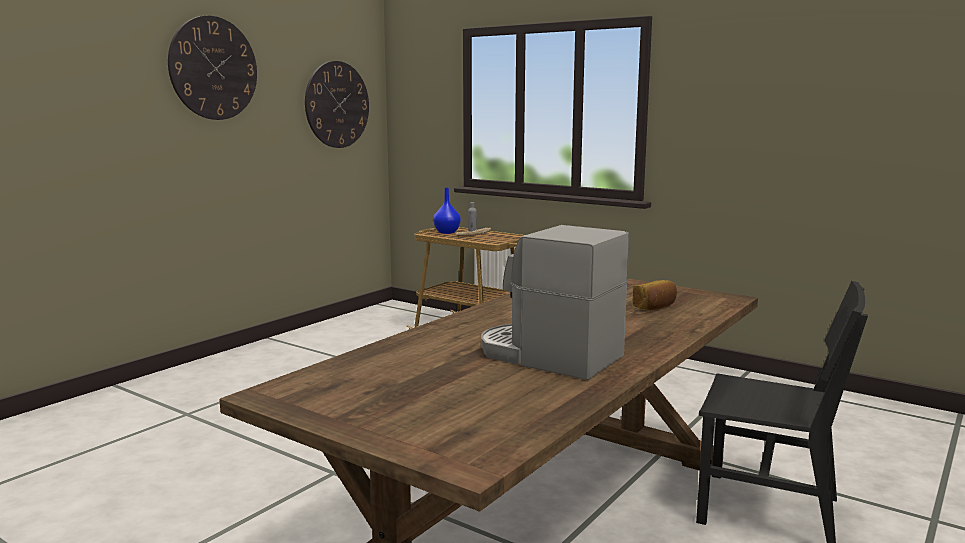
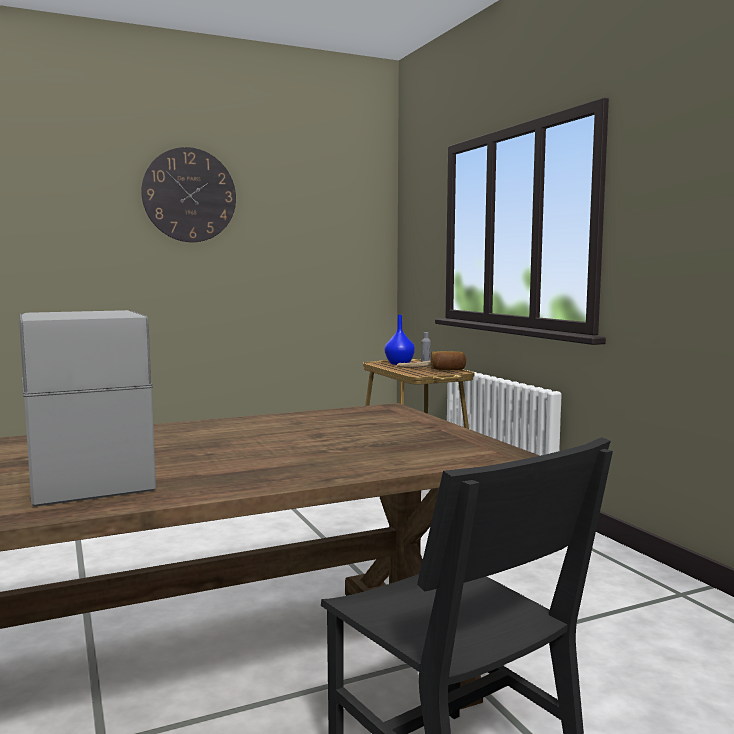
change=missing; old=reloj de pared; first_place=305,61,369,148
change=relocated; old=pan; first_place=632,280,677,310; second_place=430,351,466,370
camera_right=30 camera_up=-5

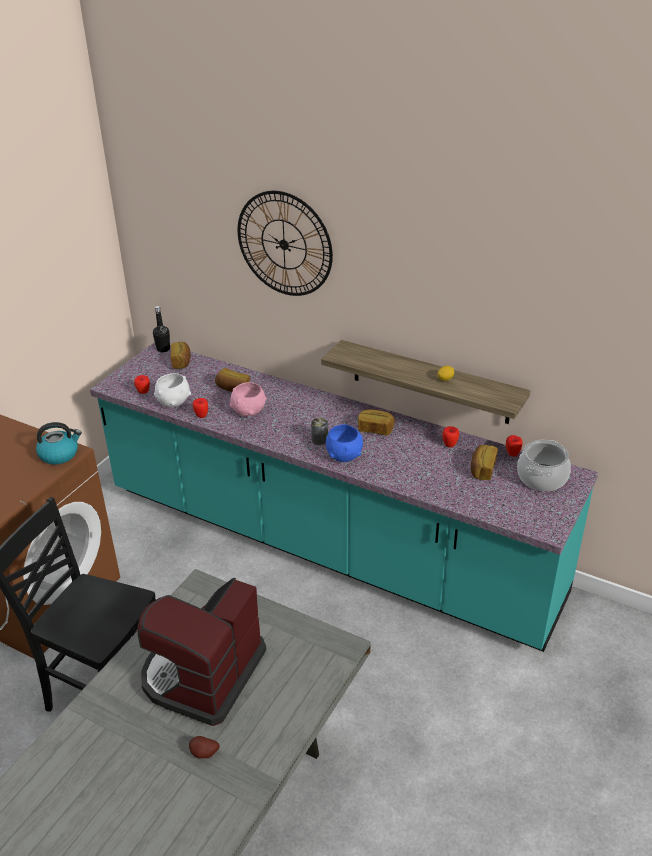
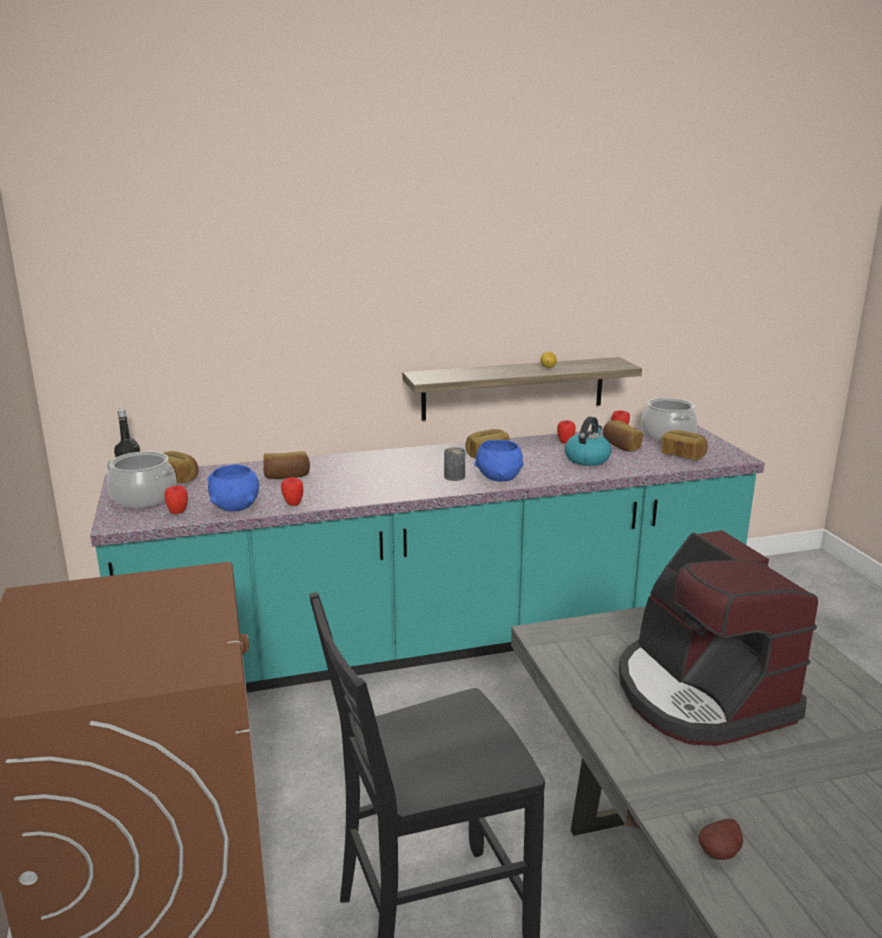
change=missing; old=reloj de pared; first_place=238,191,333,296
change=colour; old=cuenco [blanco]; new=cuenco [azul]; first_place=154,373,191,407; second_place=208,464,259,512
change=missing; old=cuenco [rosa]; first_place=230,382,267,416
change=relocated; old=hervidor; first_place=36,422,82,465; second_place=565,417,611,466
change=relocated; old=patata; first_place=189,736,220,758; second_place=699,819,743,860
change=appeared; new=pan; second_place=662,430,708,460
change=appeared; new=olla; second_place=107,451,176,508
camera_right=-45 camera_up=-15

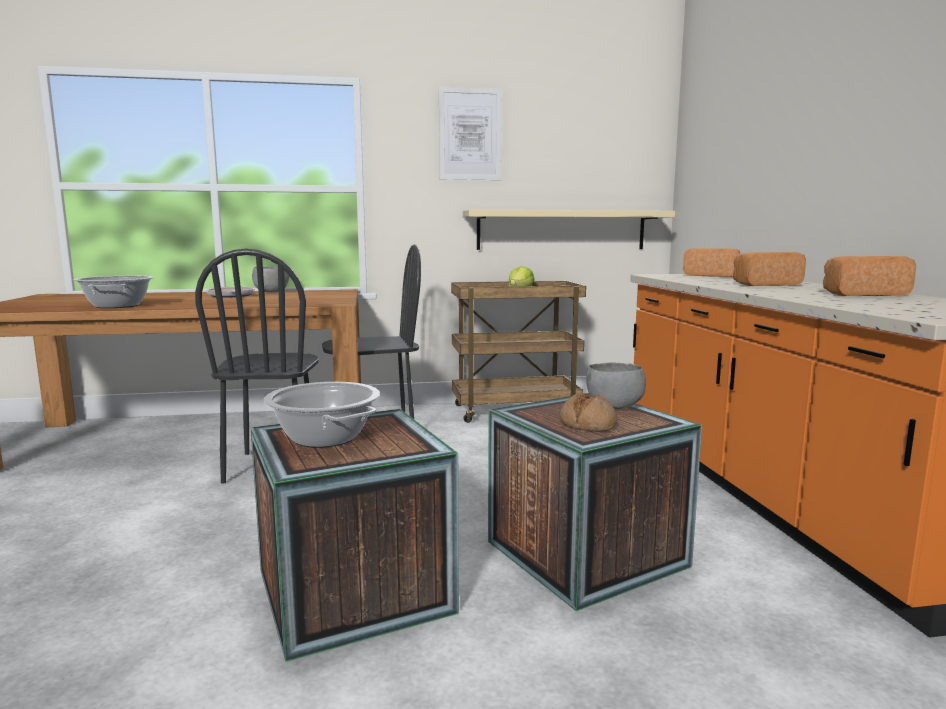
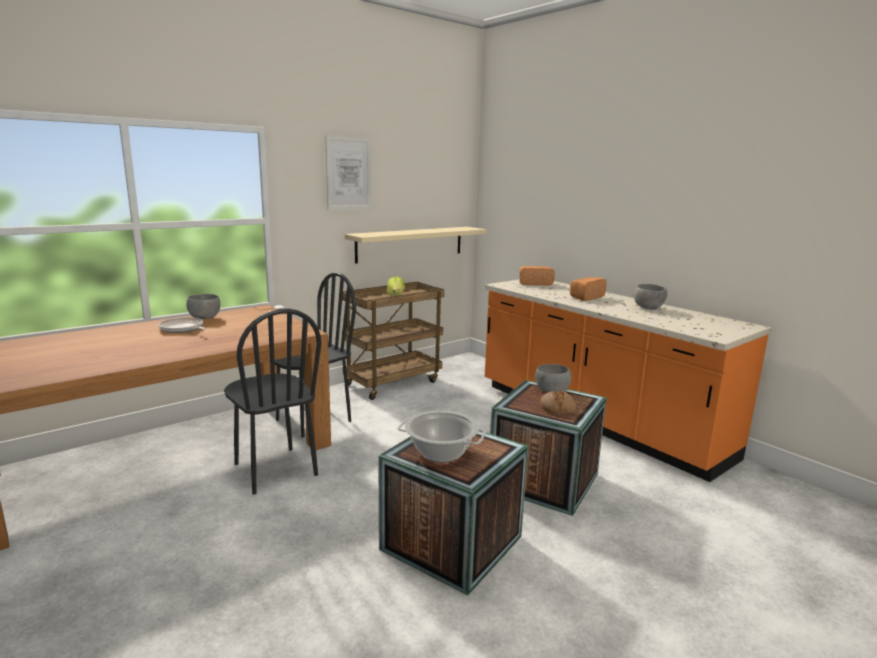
change=exchanged; old=pan; new=cuenco [gris]; first_place=823,256,916,296; second_place=634,284,667,310
change=missing; old=olla; first_place=73,276,154,308
camera_right=-30 camera_up=5

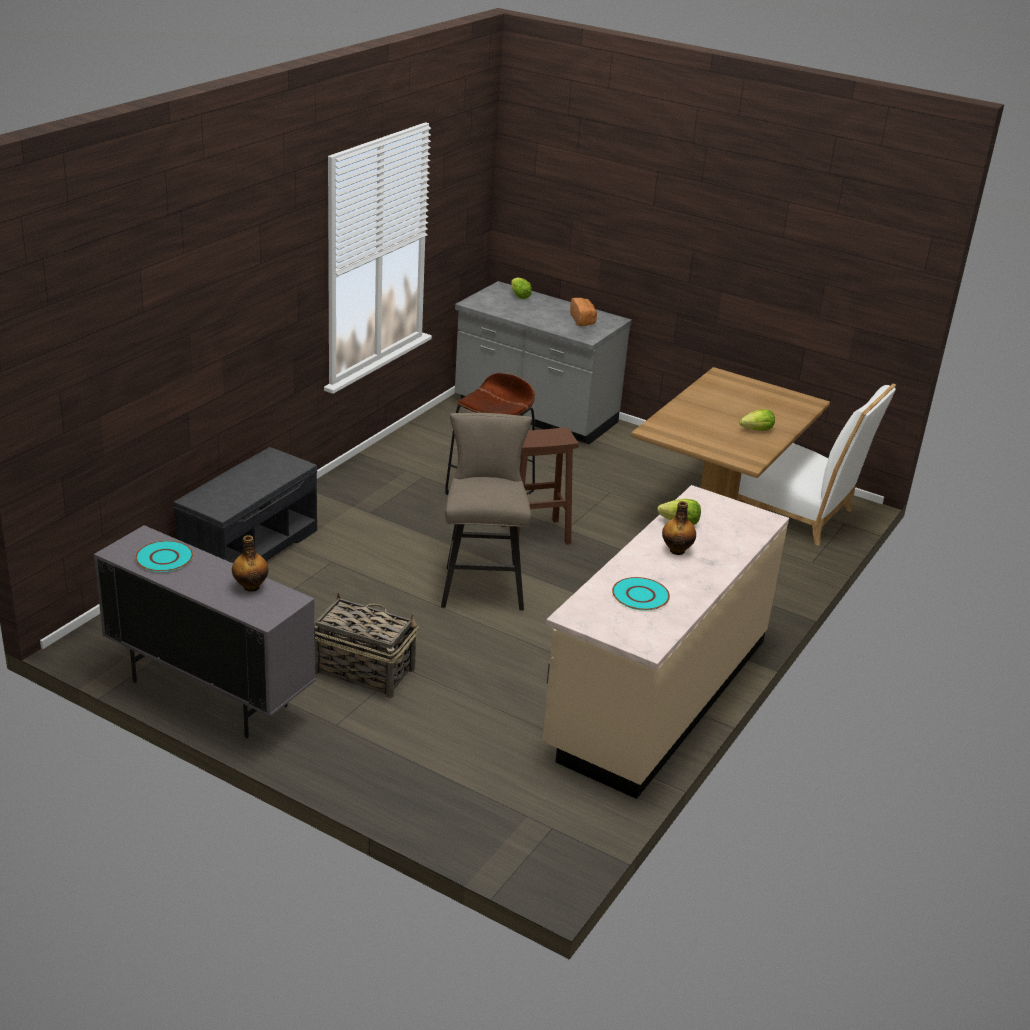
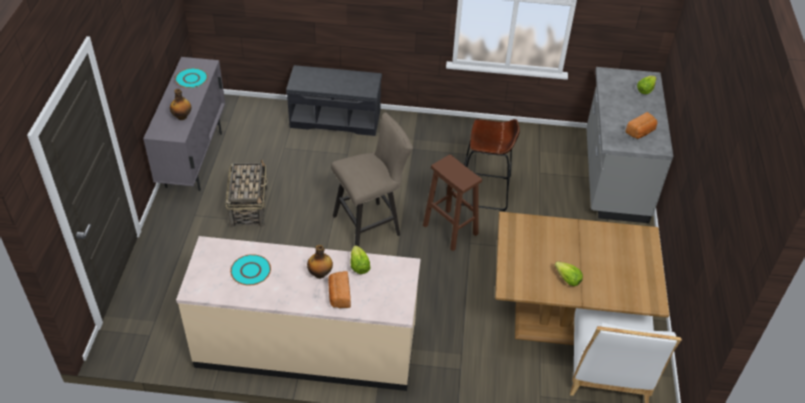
change=appeared; new=pan; second_place=328,271,351,308
camera_right=65 camera_up=15

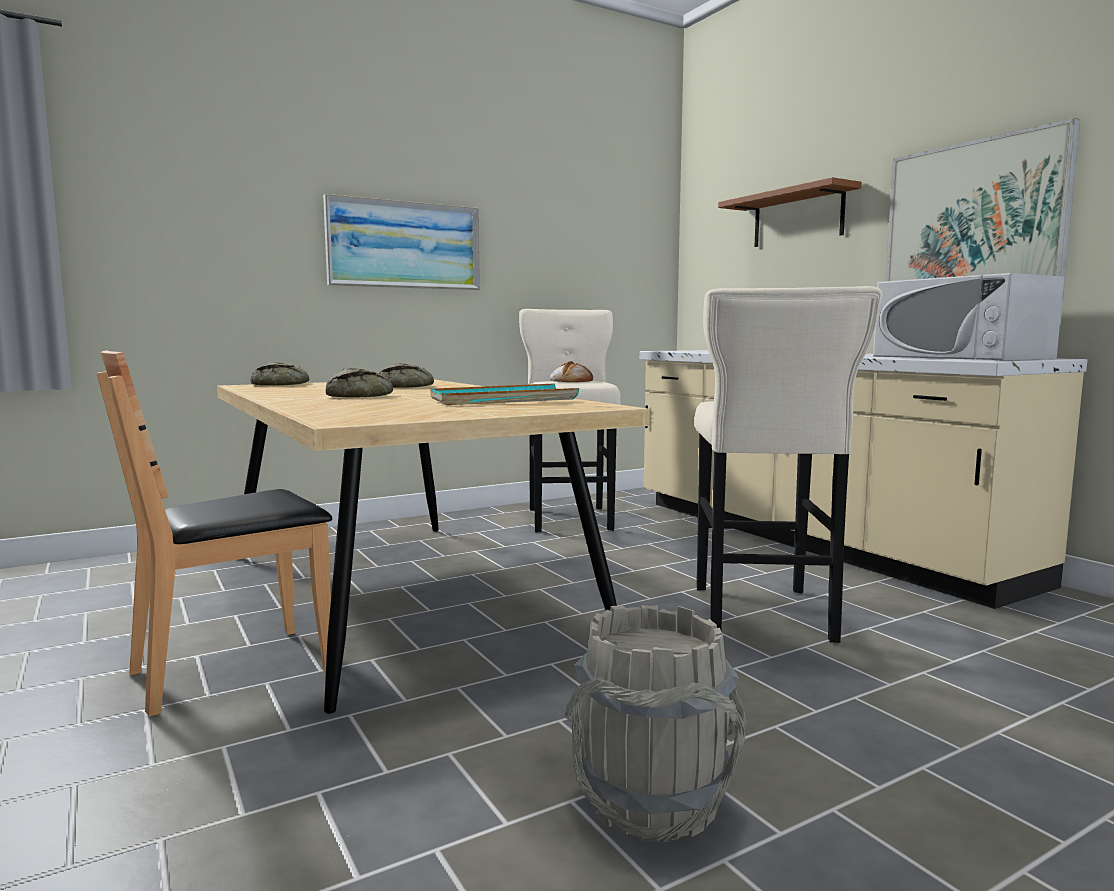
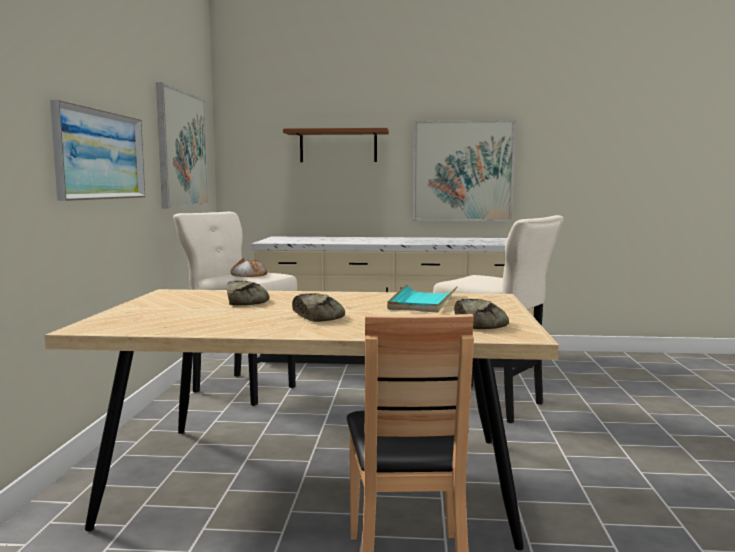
change=missing; old=microondas [blanco]; first_place=873,273,1064,360
change=relocated; old=pan; first_place=250,362,309,386; second_place=454,299,509,329
change=missing; old=cubo [gris]; first_place=565,605,748,843
change=appeared; new=cuadro; second_place=156,82,209,209
camera_right=-55 camera_up=0

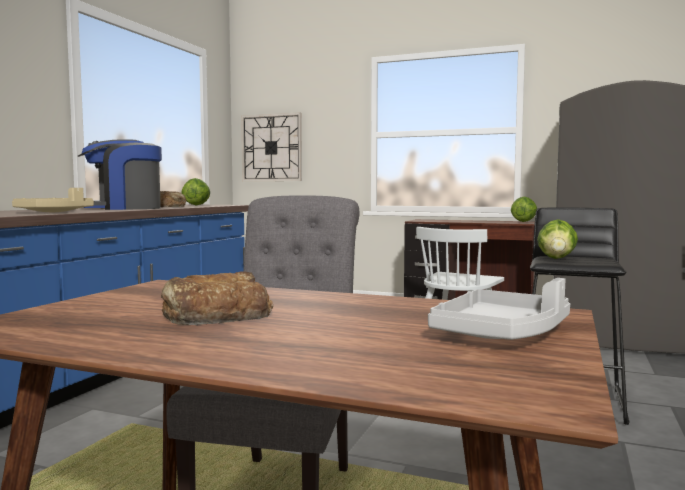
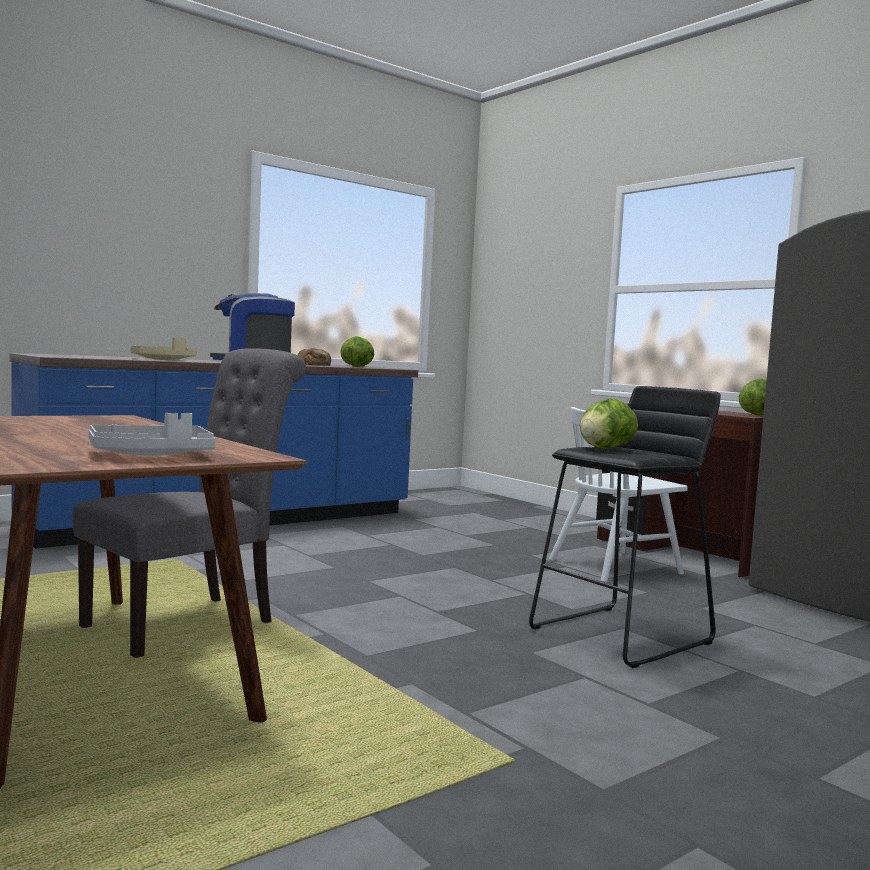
change=missing; old=reloj de pared; first_place=241,113,302,181
change=missing; old=pan; first_place=161,271,273,325
camera_right=30 camera_up=0

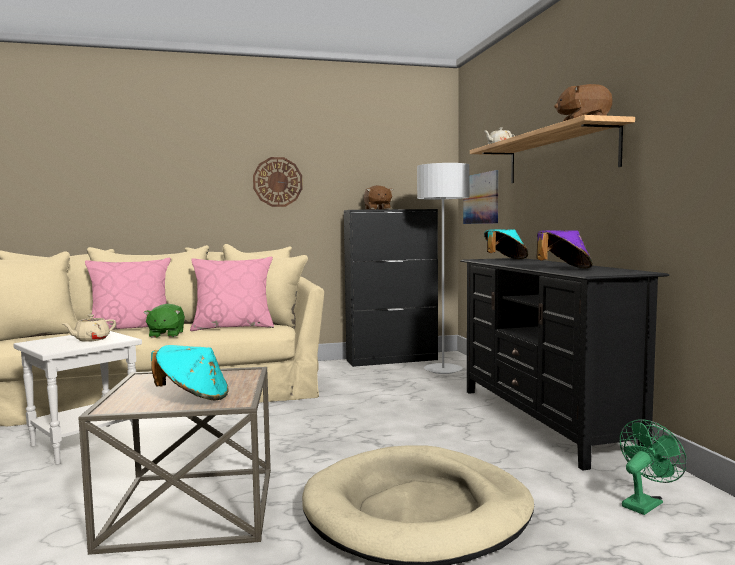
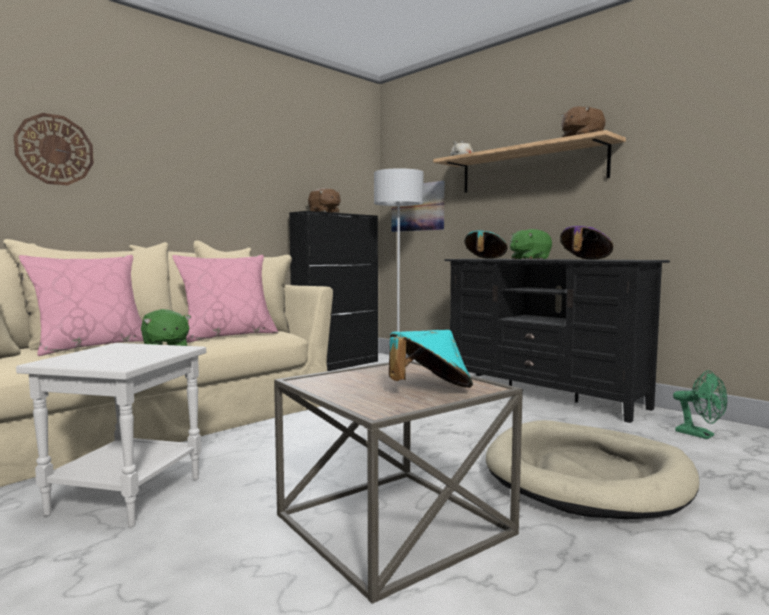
change=relocated; old=reloj de pared; first_place=253,157,303,207; second_place=14,113,94,185
change=missing; old=tetera [beis]; first_place=63,314,116,342
change=spun; old=ventilador [verde]; first_place=619,419,687,515; second_place=673,370,727,439; degrees=120
change=appeared; new=peluche [verde]; second_place=510,229,552,259
camera_right=-30 camera_up=0

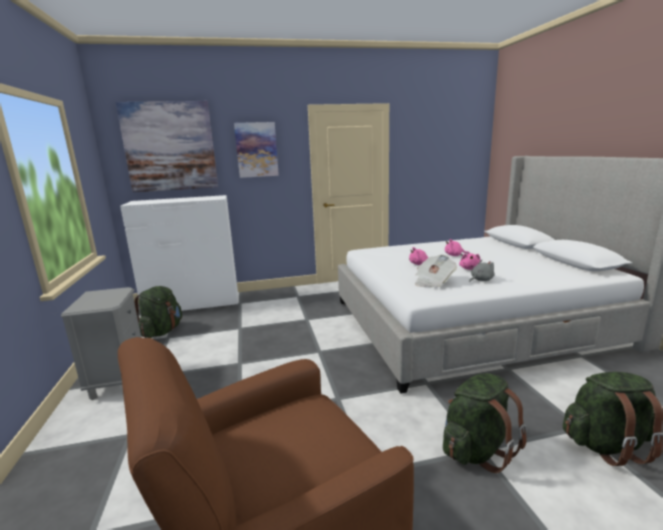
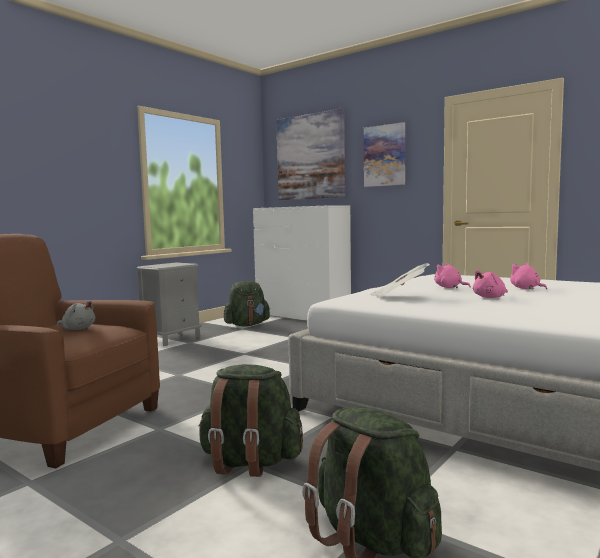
change=relocated; old=peluche [gris]; first_place=469,260,494,282; second_place=57,301,96,330
camera_right=50 camera_up=-10

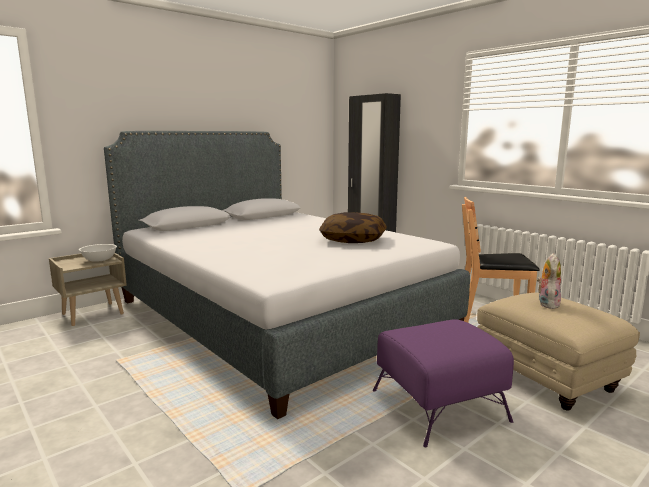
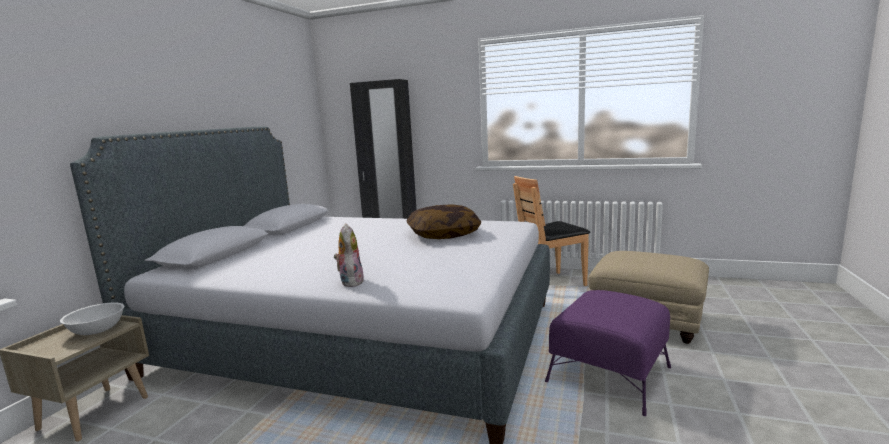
change=relocated; old=peluche; first_place=537,253,561,309; second_place=334,223,364,287
camera_right=-30 camera_up=0

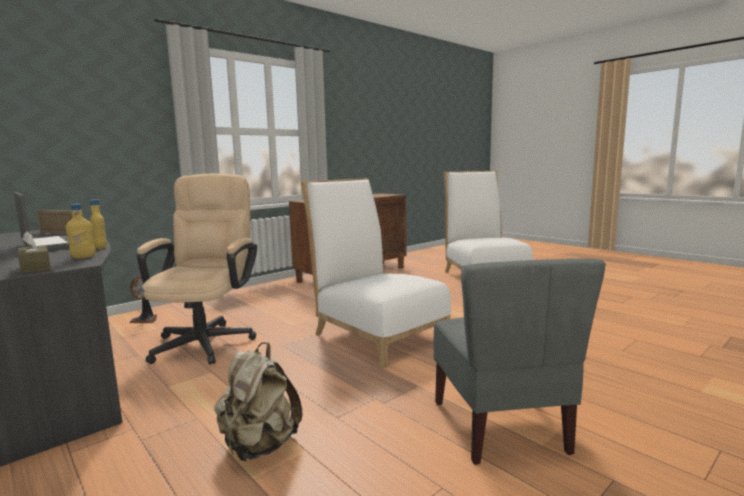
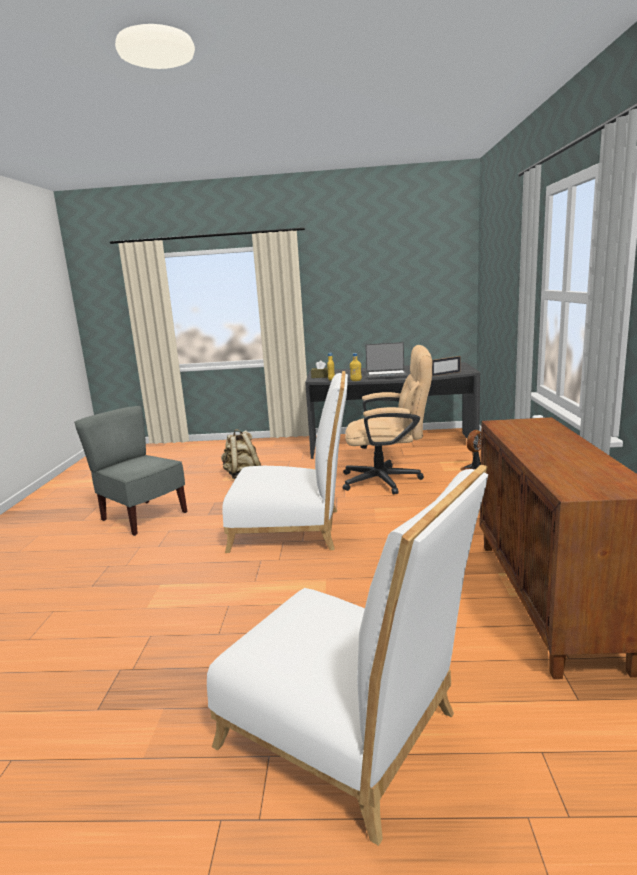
change=spun; old=silla de oficina [beis]; first_place=137,174,257,365; second_place=343,345,432,495; degrees=-45
camera_right=135 camera_up=5

